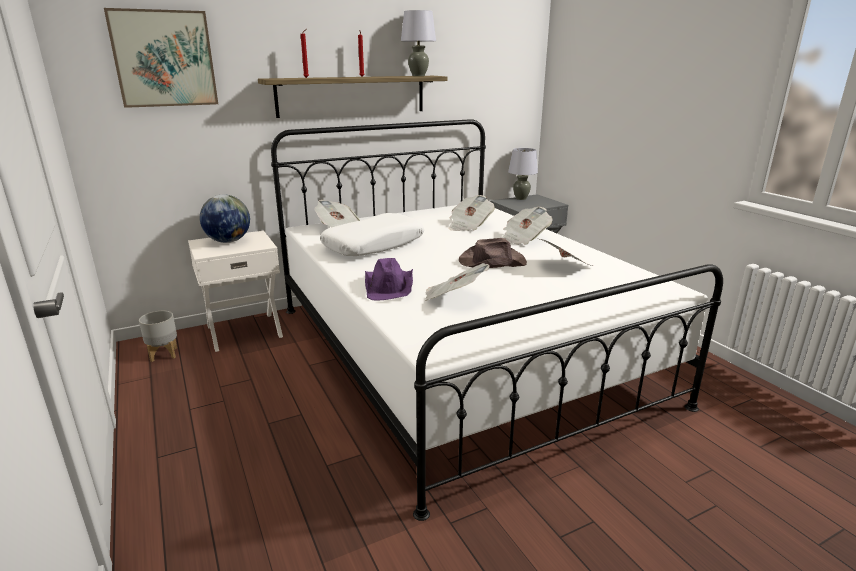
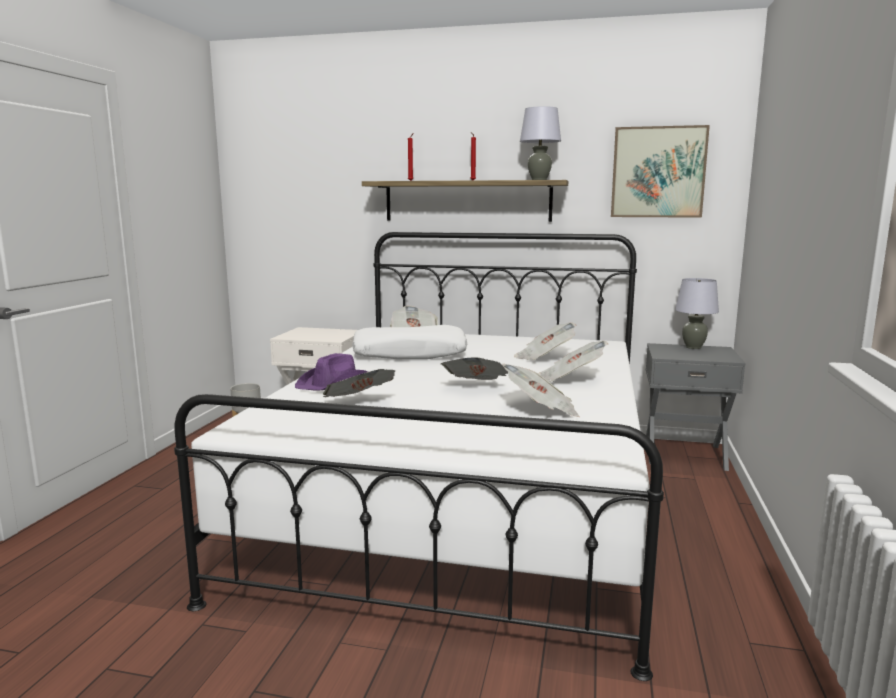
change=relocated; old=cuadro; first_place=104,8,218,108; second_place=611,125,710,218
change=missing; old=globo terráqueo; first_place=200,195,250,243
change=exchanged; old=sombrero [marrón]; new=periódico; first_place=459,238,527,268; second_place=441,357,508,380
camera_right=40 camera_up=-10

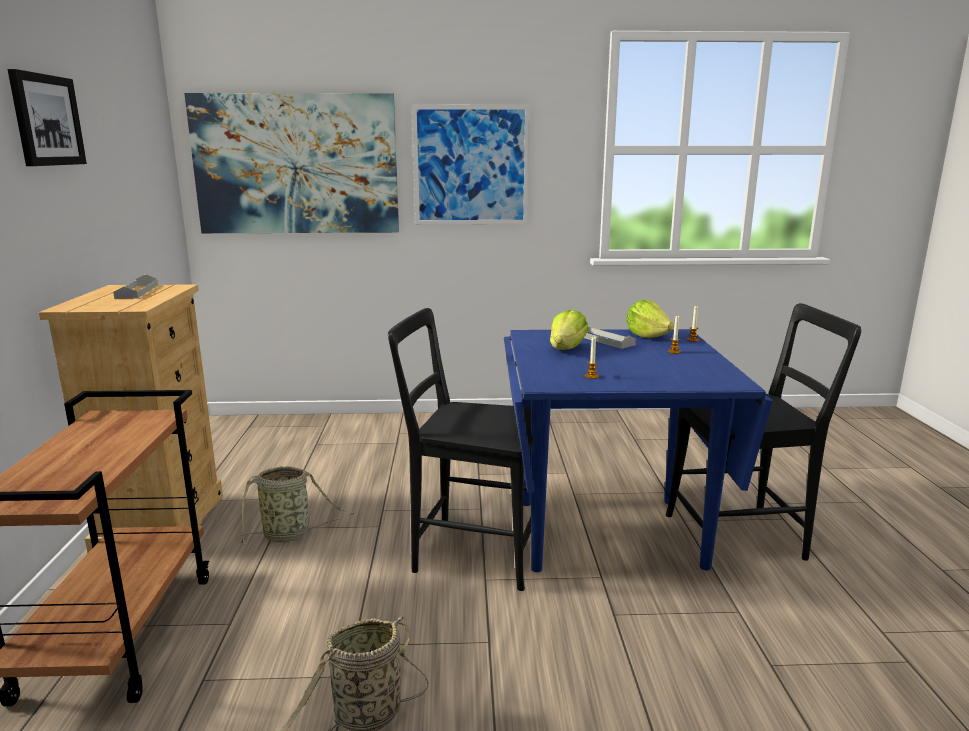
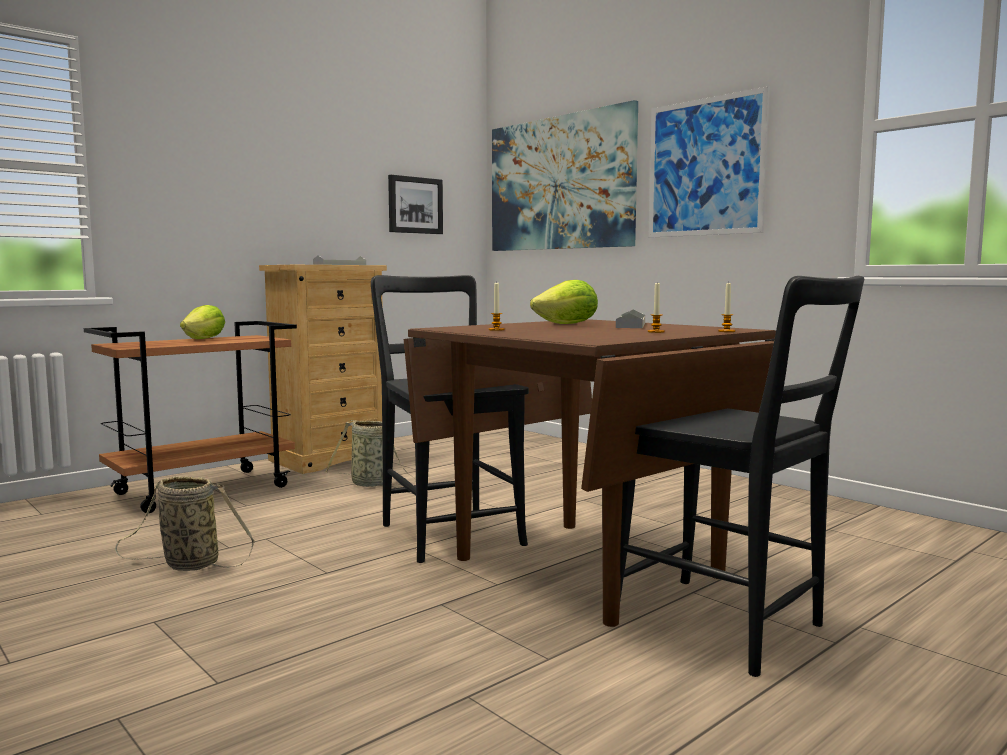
change=relocated; old=cuadro; first_place=7,69,87,166; second_place=388,175,443,234
change=relocated; old=lechuga; first_place=626,300,674,338; second_place=180,305,225,339
change=colour; old=mesa de comedor [azul]; new=mesa de comedor [marrón]; first_place=504,329,773,572; second_place=404,319,776,627
camera_right=50 camera_up=-10

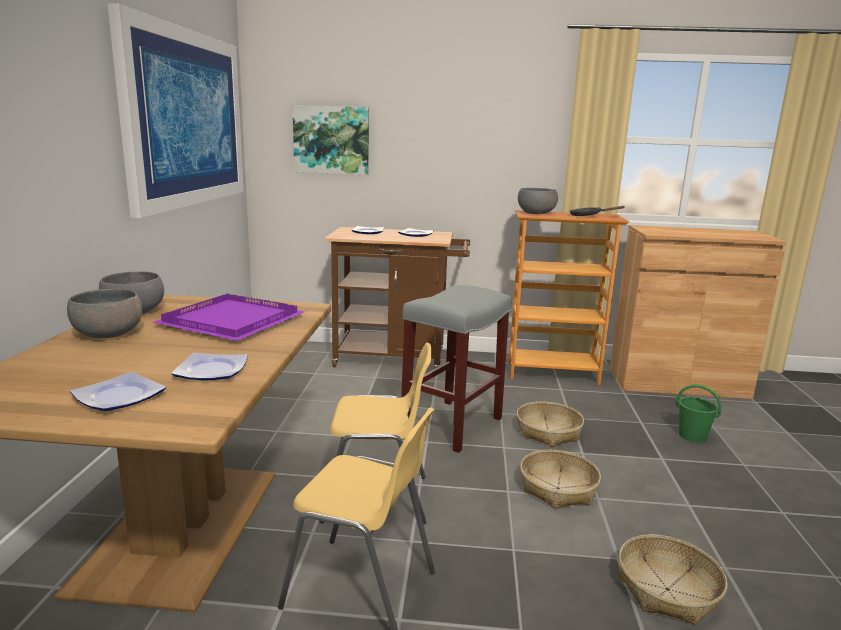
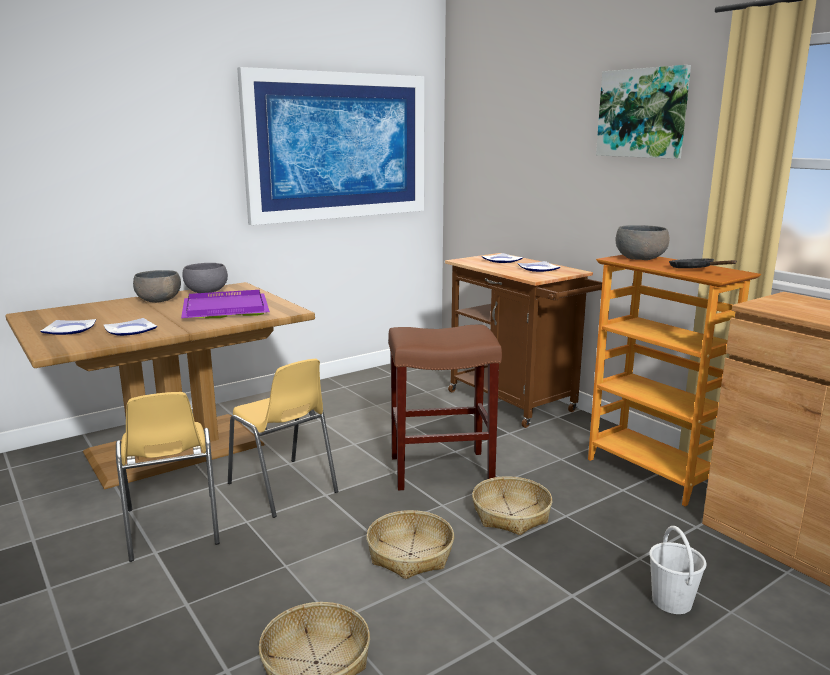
change=relocated; old=cuadro; first_place=292,105,369,175; second_place=596,65,691,159
change=colour; old=taburete [gris]; new=taburete [marrón]; first_place=401,285,511,453; second_place=388,325,502,490
change=colour; old=cubo [verde]; new=cubo [blanco]; first_place=676,385,722,442; second_place=649,526,706,614
camera_right=50 camera_up=0

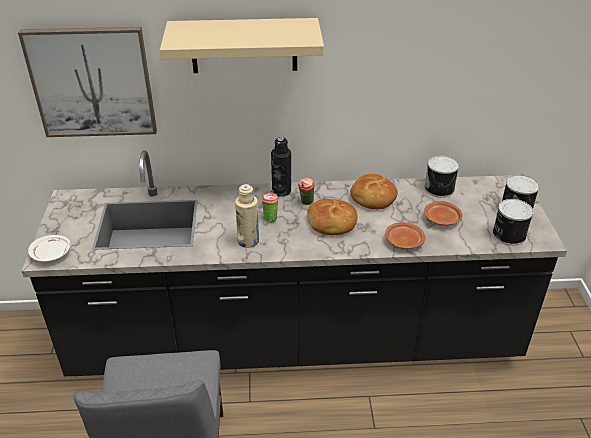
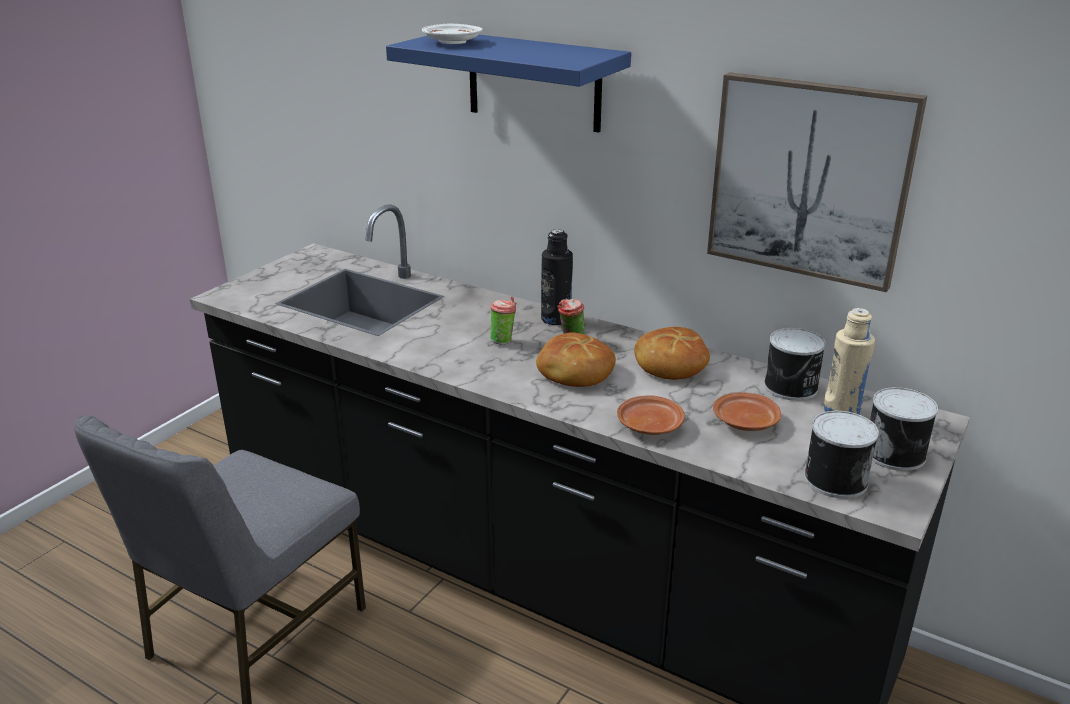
change=colour; old=estante [beis]; new=estante [azul]; first_place=160,18,324,73; second_place=386,35,631,133
change=relocated; old=cuadro; first_place=18,27,157,137; second_place=707,72,927,292
change=relocated; old=botella [beis]; first_place=235,184,259,248; second_place=823,308,875,415
change=relocated; old=plato [blanco]; first_place=28,235,70,262; second_place=422,24,483,44
camera_right=35 camera_up=-10

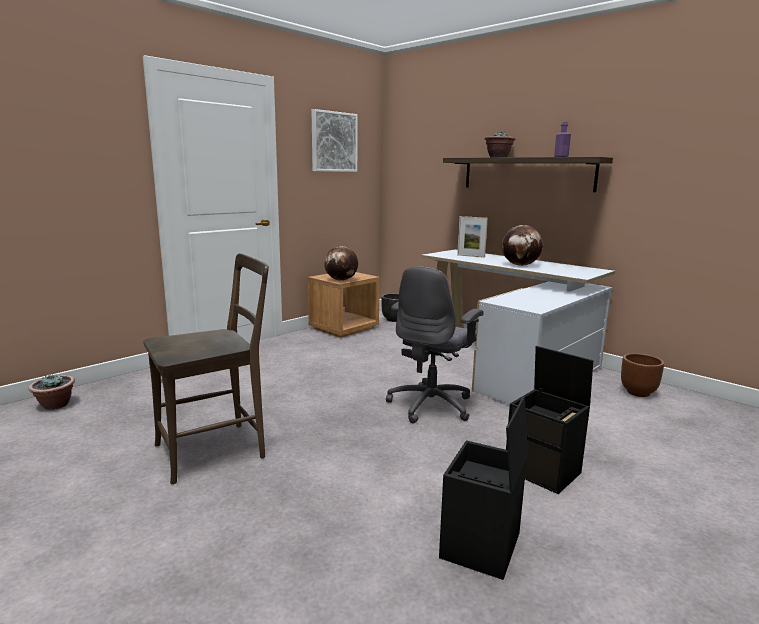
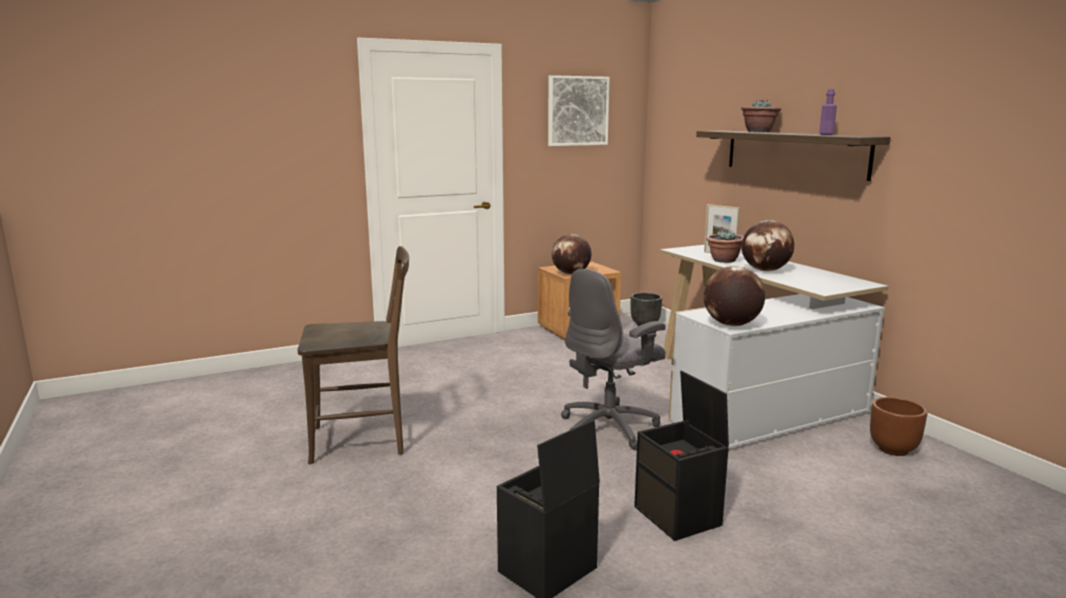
change=relocated; old=planta en maceta; first_place=28,374,75,410; second_place=706,229,744,263
change=appeared; new=globo terráqueo; second_place=703,266,765,326
camera_right=20 camera_up=0

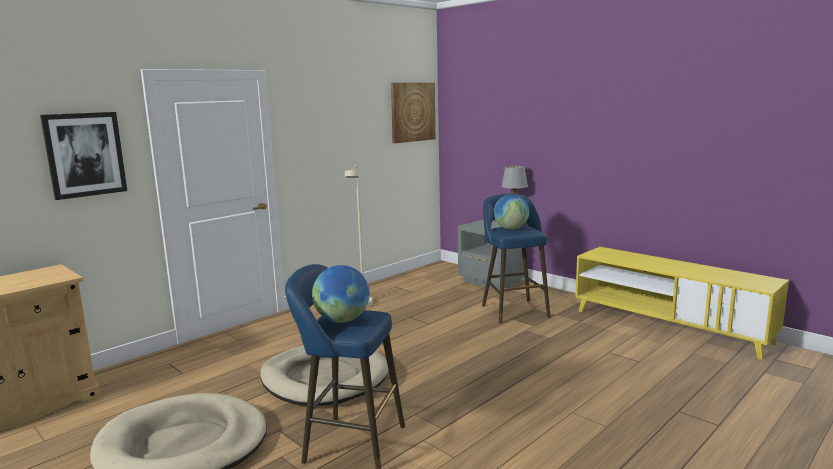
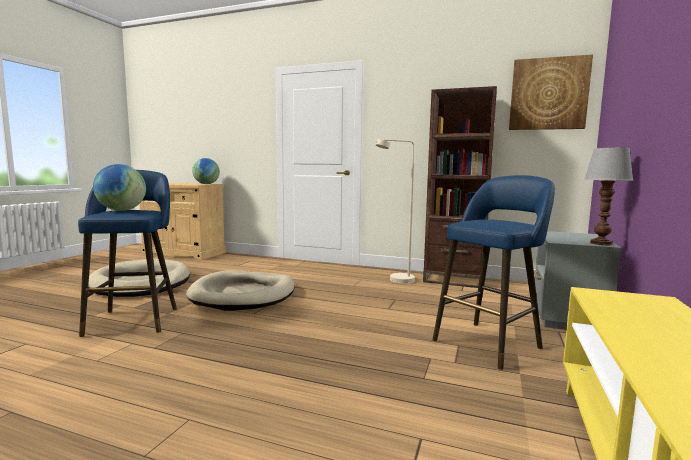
change=missing; old=cuadro; first_place=40,112,127,200
change=relocated; old=globo terráqueo; first_place=494,194,529,230; second_place=192,158,220,184
change=appeared; new=estantería [marrón]; second_place=423,86,497,288
camera_right=65 camera_up=-5

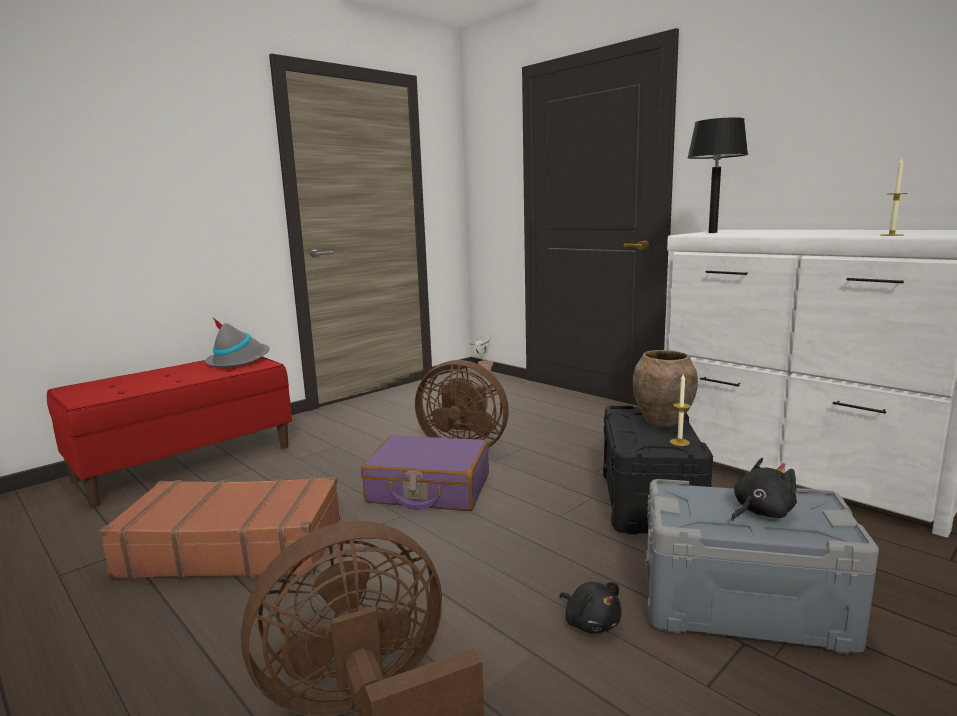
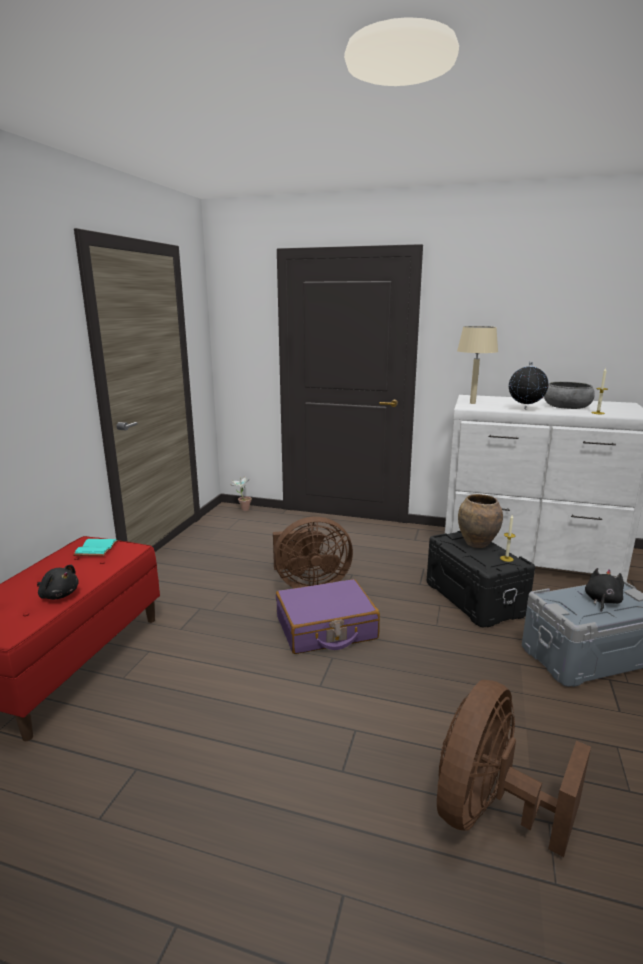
change=colour; old=lámpara de mesa [negro]; new=lámpara de mesa [beis]; first_place=687,117,748,233; second_place=457,326,498,404
change=exchanged; old=sombrero [gris]; new=libro [turquesa]; first_place=205,318,269,368; second_place=73,539,119,556
change=missing; old=maleta [marrón]; first_place=99,477,340,579
change=relocated; old=peluche [negro]; first_place=559,582,622,634; second_place=37,564,79,599
change=appeared; new=globo terráqueo; second_place=509,362,549,408
change=appeared; new=cuenco [gris]; second_place=544,382,594,409
camera_right=-30 camera_up=5

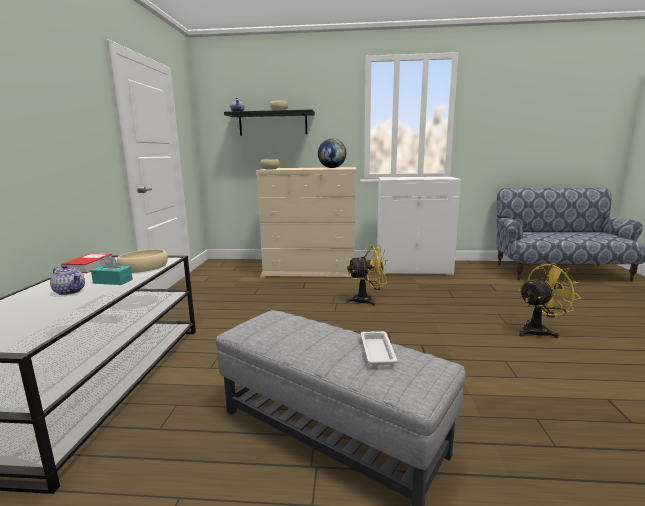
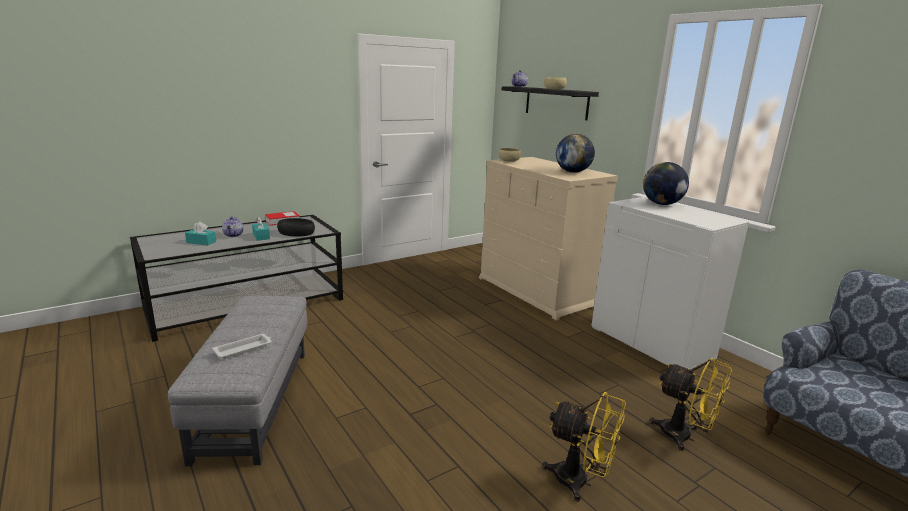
change=relocated; old=ventilador [amarillo]; first_place=346,245,388,306; second_place=649,358,732,451
change=colour; old=cuenco [beis]; new=cuenco [negro]; first_place=117,249,168,273; second_place=277,218,315,237
change=appeared; new=globo terráqueo; second_place=643,162,689,205
change=appeared; new=caja de pañuelos [turquesa]; second_place=185,222,216,245
camera_right=50 camera_up=5

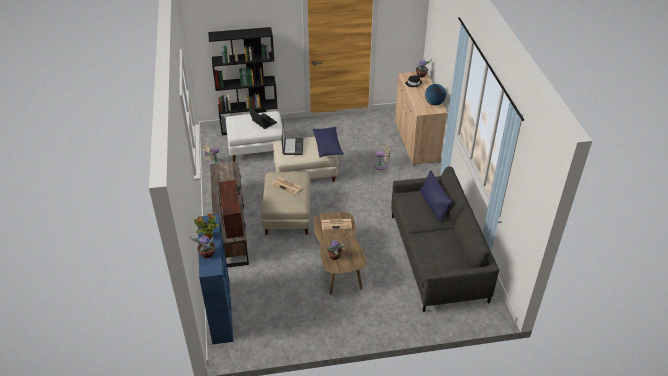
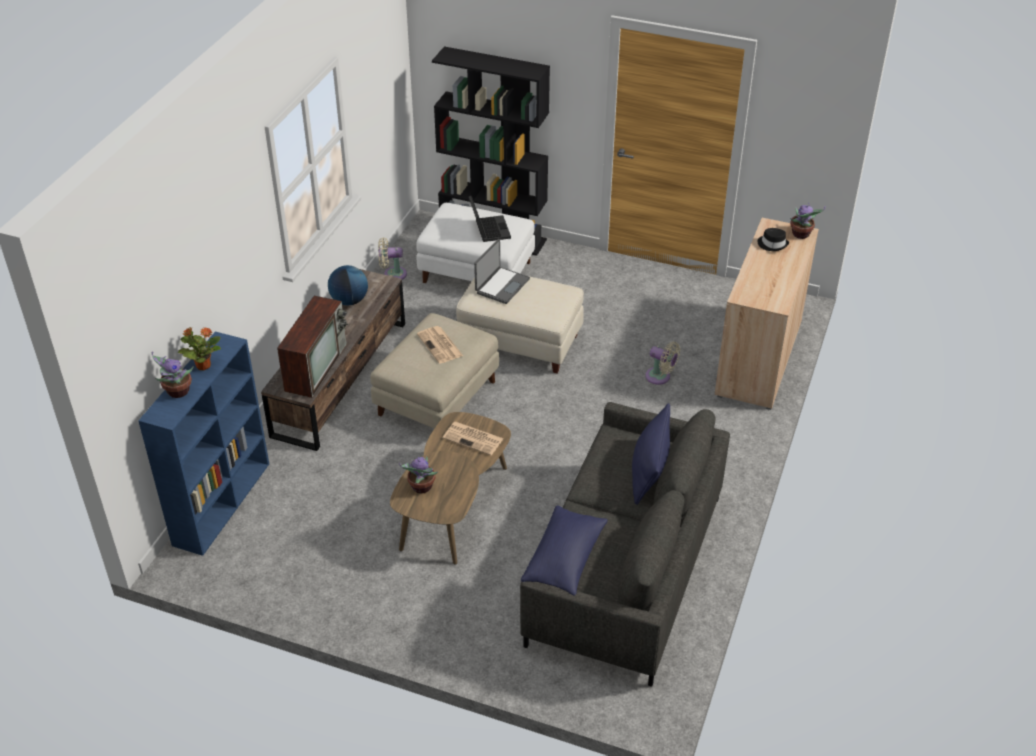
change=relocated; old=globo terráqueo; first_place=425,84,446,105; second_place=328,265,368,305
change=relocated; old=cojín [azul]; first_place=313,127,344,157; second_place=521,505,608,596
camera_right=30 camera_up=0

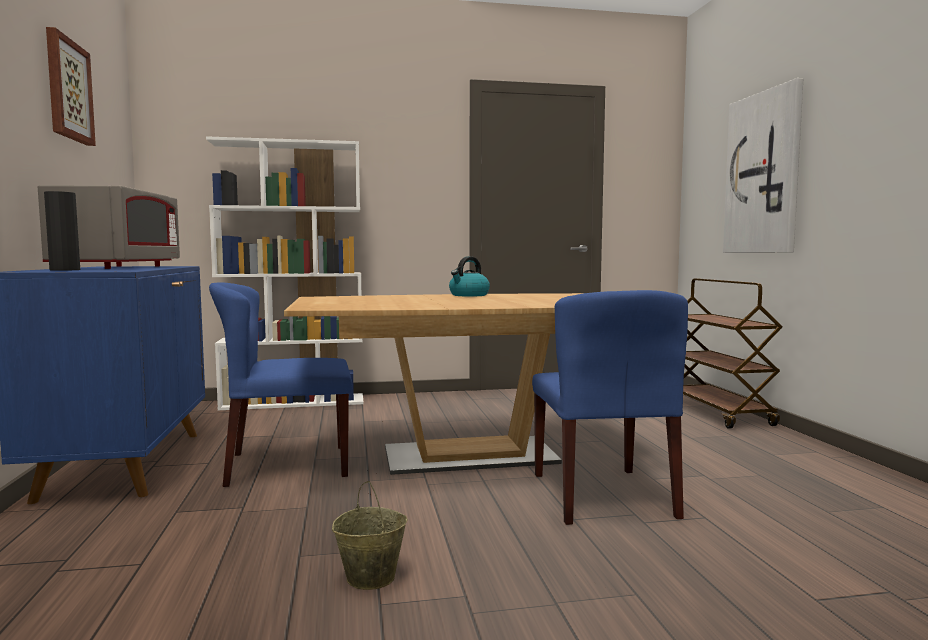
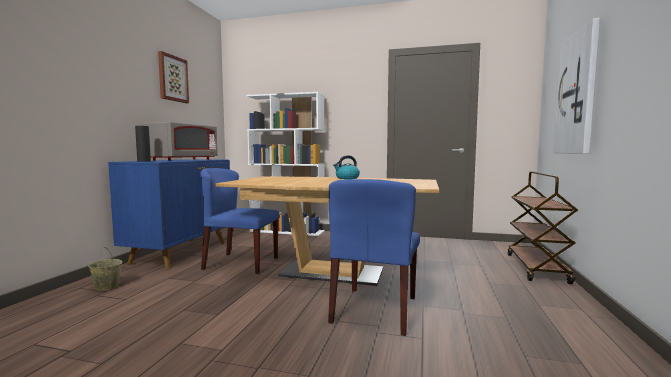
change=relocated; old=cubo [beis]; first_place=332,481,408,590; second_place=88,247,123,291
camera_right=25 camera_up=0

